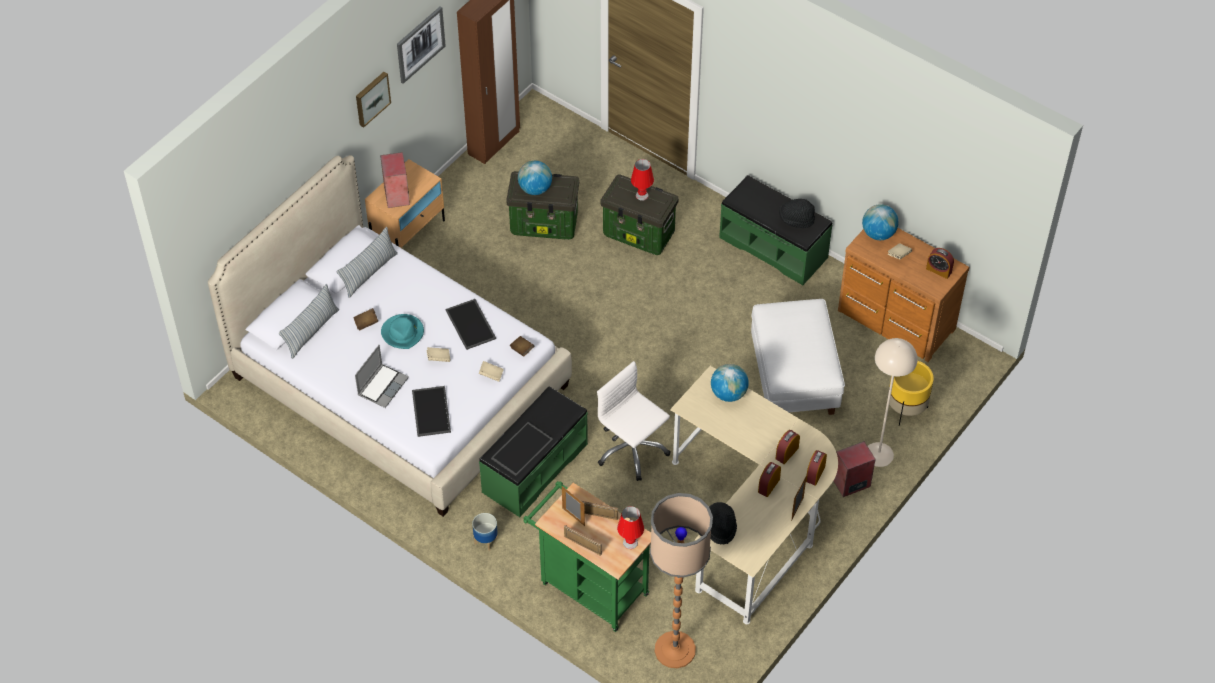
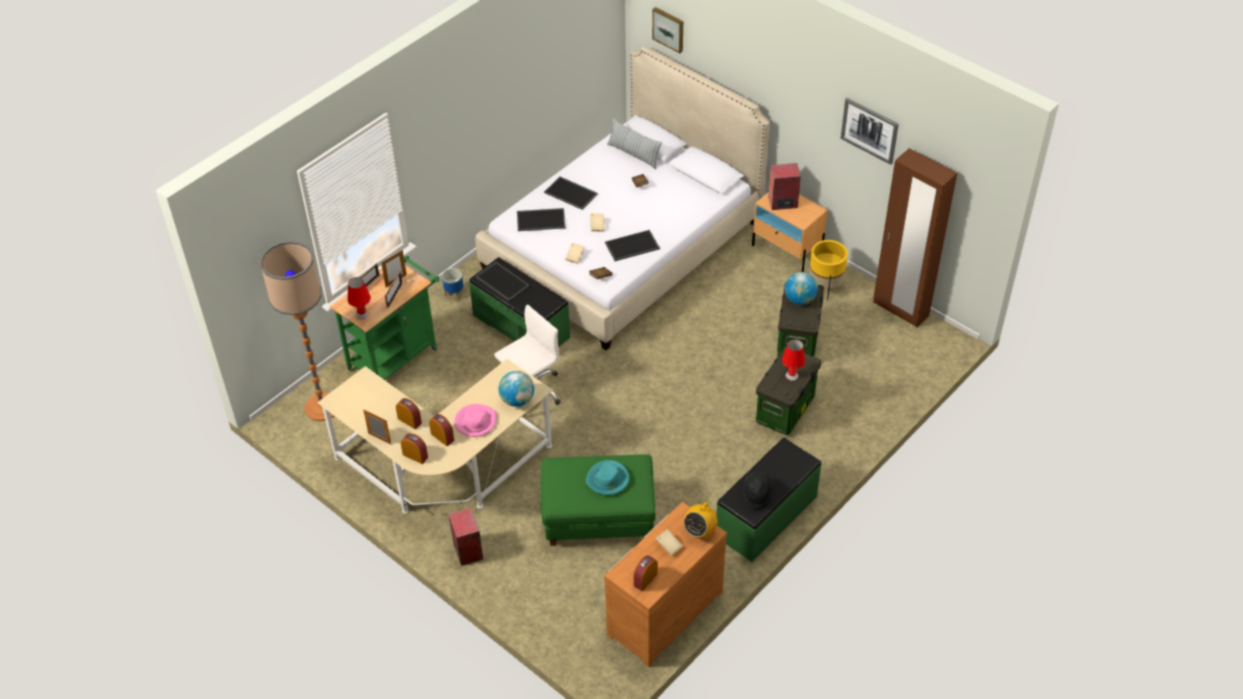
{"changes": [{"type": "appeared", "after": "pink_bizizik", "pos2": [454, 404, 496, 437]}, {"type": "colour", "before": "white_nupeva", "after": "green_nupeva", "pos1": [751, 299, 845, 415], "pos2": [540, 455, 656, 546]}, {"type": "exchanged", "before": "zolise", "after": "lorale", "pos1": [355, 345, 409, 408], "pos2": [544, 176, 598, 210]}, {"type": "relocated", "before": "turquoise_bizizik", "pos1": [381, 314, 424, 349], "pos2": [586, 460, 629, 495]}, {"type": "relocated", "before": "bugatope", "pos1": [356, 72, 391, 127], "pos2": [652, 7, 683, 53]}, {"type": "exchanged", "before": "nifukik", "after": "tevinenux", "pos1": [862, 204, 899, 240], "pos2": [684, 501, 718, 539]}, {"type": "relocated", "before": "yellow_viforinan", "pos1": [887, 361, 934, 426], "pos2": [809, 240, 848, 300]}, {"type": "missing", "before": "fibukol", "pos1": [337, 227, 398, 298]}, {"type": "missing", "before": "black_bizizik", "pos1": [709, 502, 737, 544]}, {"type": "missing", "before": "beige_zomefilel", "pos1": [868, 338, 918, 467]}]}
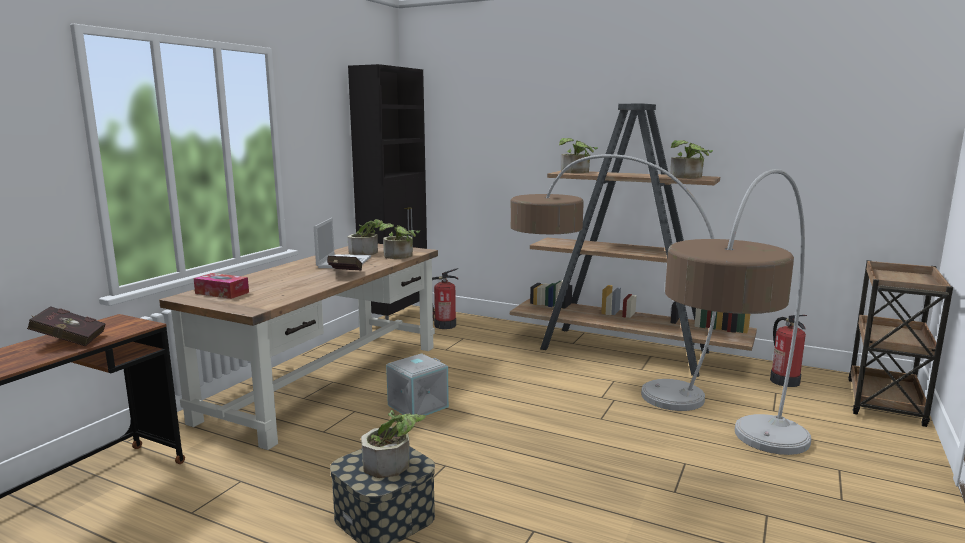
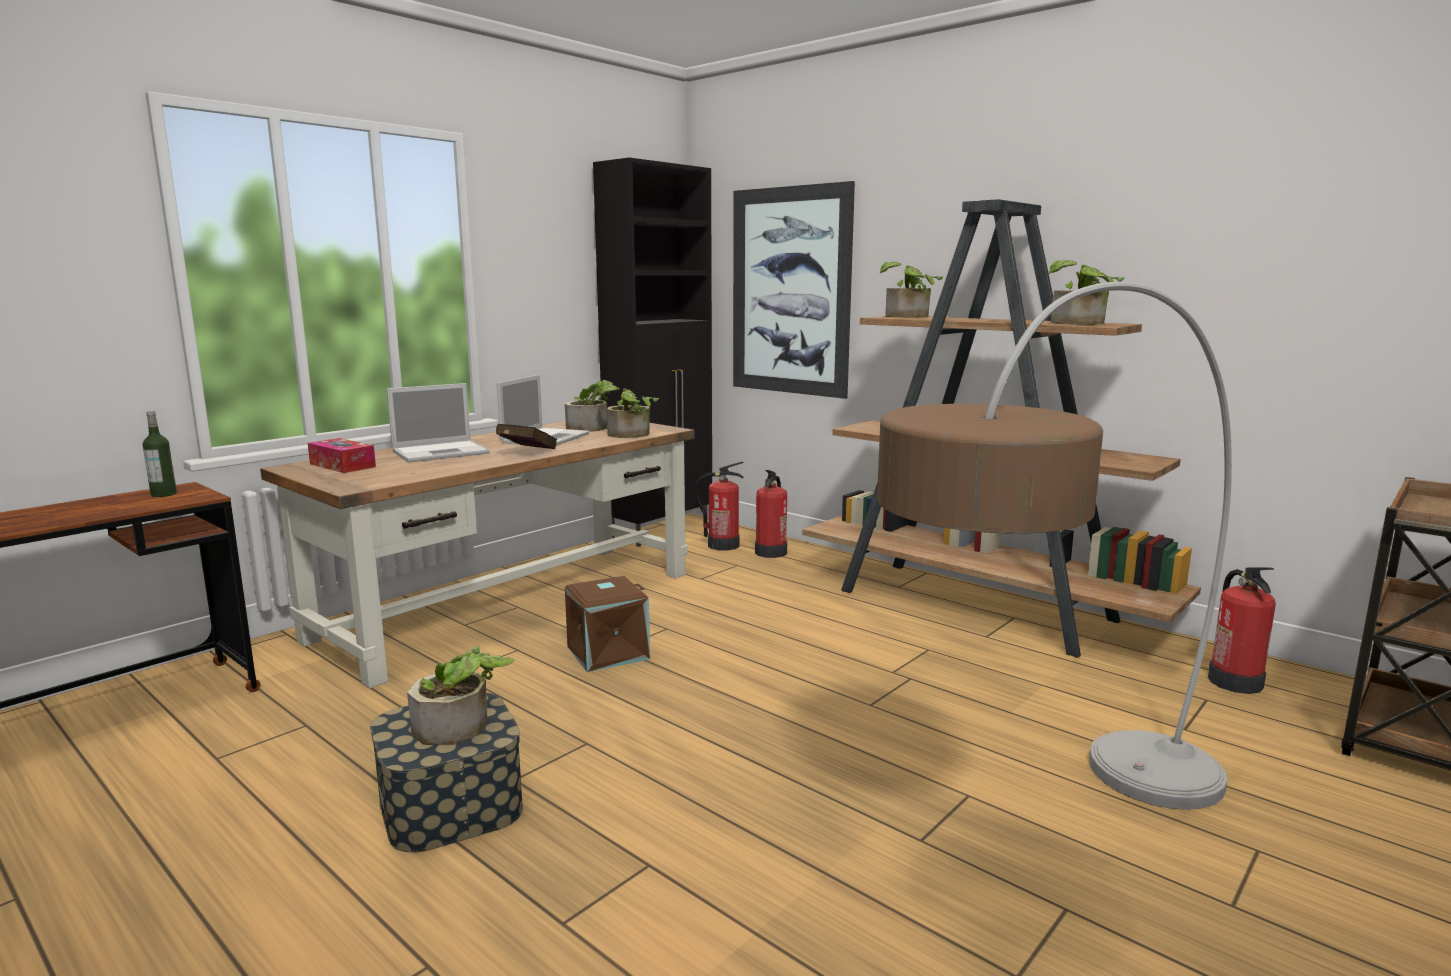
{"changes": [{"type": "appeared", "after": "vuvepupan", "pos2": [143, 411, 177, 497]}, {"type": "appeared", "after": "zolise", "pos2": [386, 383, 489, 463]}, {"type": "colour", "before": "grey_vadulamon", "after": "brown_vadulamon", "pos1": [386, 353, 449, 415], "pos2": [565, 576, 650, 672]}, {"type": "appeared", "after": "bugatope", "pos2": [733, 181, 855, 399]}, {"type": "appeared", "after": "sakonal", "pos2": [755, 470, 787, 558]}, {"type": "missing", "before": "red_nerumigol", "pos1": [27, 306, 106, 346]}, {"type": "missing", "before": "zomefilel", "pos1": [510, 154, 716, 411]}]}
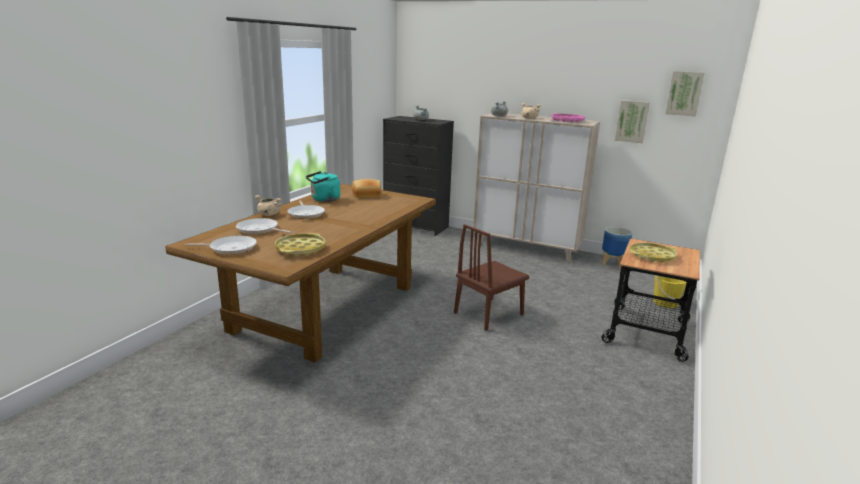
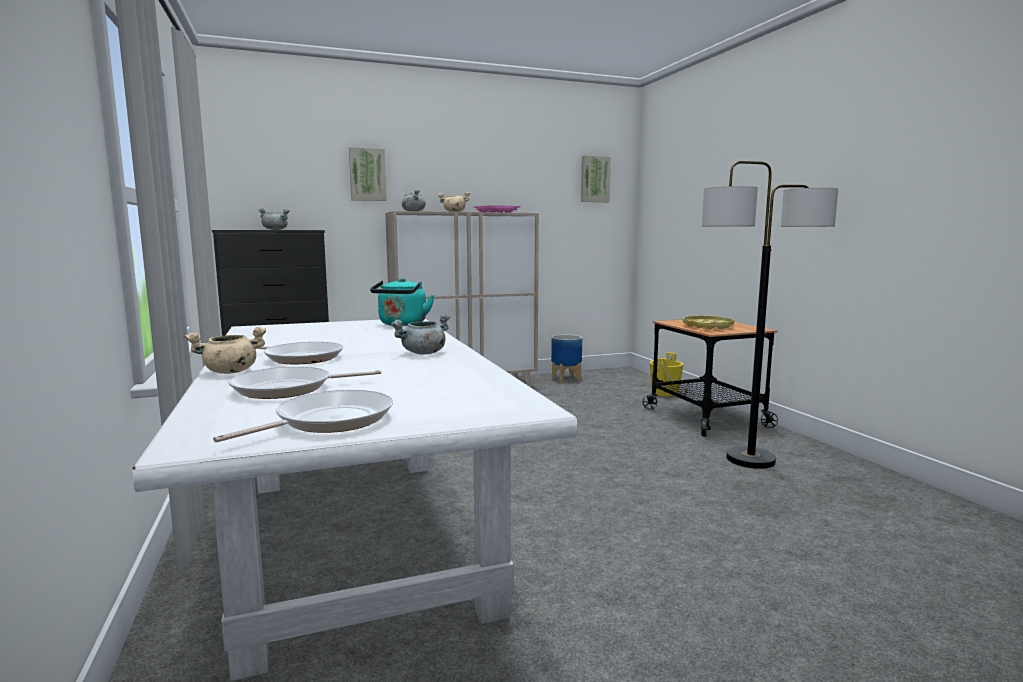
{"changes": [{"type": "colour", "before": "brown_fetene", "after": "white_fetene", "pos1": [165, 184, 436, 363], "pos2": [132, 319, 577, 681]}, {"type": "relocated", "before": "bugatope", "pos1": [615, 100, 650, 143], "pos2": [349, 147, 387, 201]}, {"type": "relocated", "before": "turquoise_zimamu", "pos1": [306, 171, 340, 202], "pos2": [370, 278, 434, 326]}, {"type": "appeared", "after": "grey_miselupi", "pos2": [390, 314, 450, 355]}, {"type": "appeared", "after": "zomefilel", "pos2": [702, 161, 838, 469]}, {"type": "missing", "before": "yellow_lorale", "pos1": [275, 233, 326, 256]}, {"type": "missing", "before": "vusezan", "pos1": [352, 179, 381, 198]}, {"type": "missing", "before": "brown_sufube", "pos1": [454, 224, 529, 331]}]}
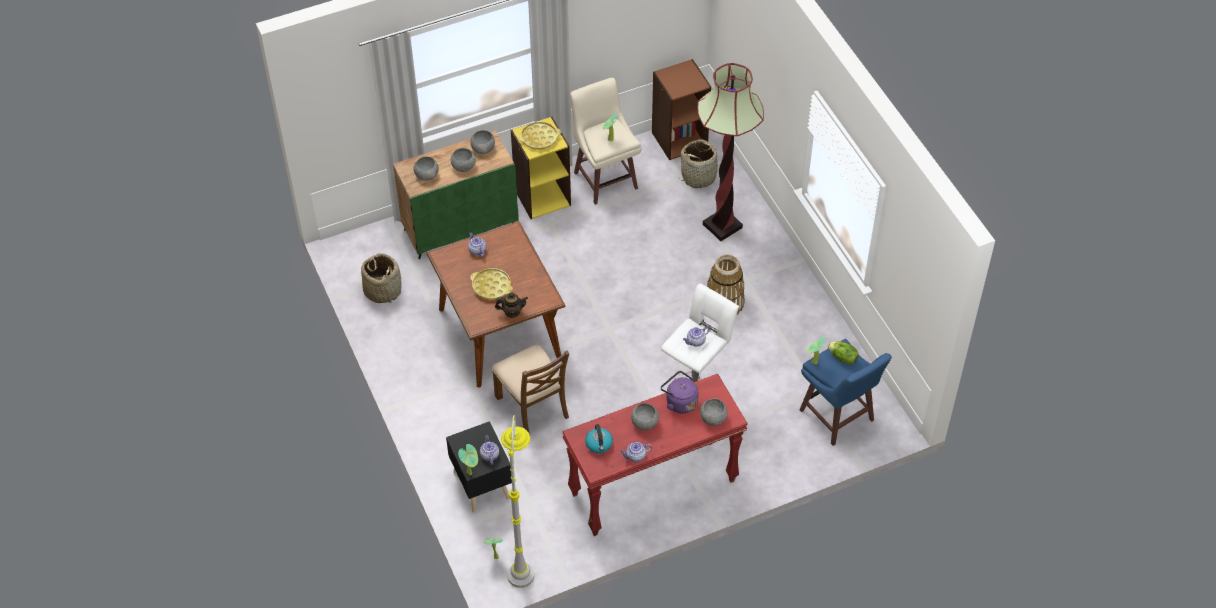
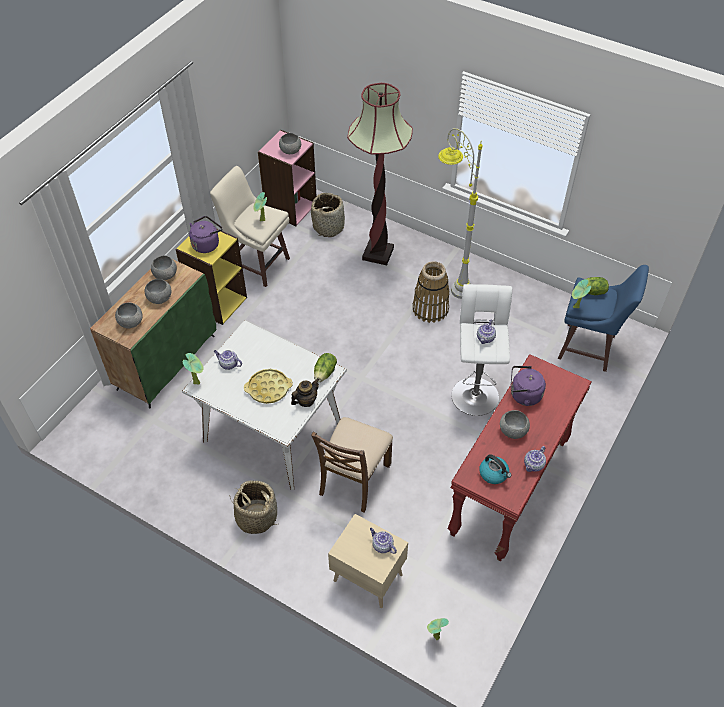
{"changes": [{"type": "colour", "before": "brown_fetene", "after": "white_fetene", "pos1": [427, 221, 565, 388], "pos2": [182, 320, 347, 490]}, {"type": "relocated", "before": "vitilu", "pos1": [458, 444, 478, 475], "pos2": [183, 353, 204, 385]}, {"type": "exchanged", "before": "yellow_lorale", "after": "purple_zimamu", "pos1": [518, 121, 561, 150], "pos2": [189, 216, 223, 253]}, {"type": "relocated", "before": "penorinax", "pos1": [361, 253, 401, 303], "pos2": [229, 480, 277, 534]}, {"type": "colour", "before": "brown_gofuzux", "after": "pink_gofuzux", "pos1": [652, 59, 711, 160], "pos2": [258, 130, 316, 226]}, {"type": "relocated", "before": "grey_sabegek", "pos1": [700, 398, 728, 426], "pos2": [279, 133, 301, 154]}, {"type": "spun", "before": "brown_sufube", "pos1": [492, 345, 569, 435], "pos2": [311, 417, 393, 513], "turn": 90}, {"type": "appeared", "after": "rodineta", "pos2": [314, 353, 337, 383]}, {"type": "colour", "before": "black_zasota", "after": "beige_zasota", "pos1": [446, 421, 512, 513], "pos2": [328, 514, 408, 608]}, {"type": "relocated", "before": "grey_zomefilel", "pos1": [501, 415, 534, 588], "pos2": [438, 128, 483, 299]}]}
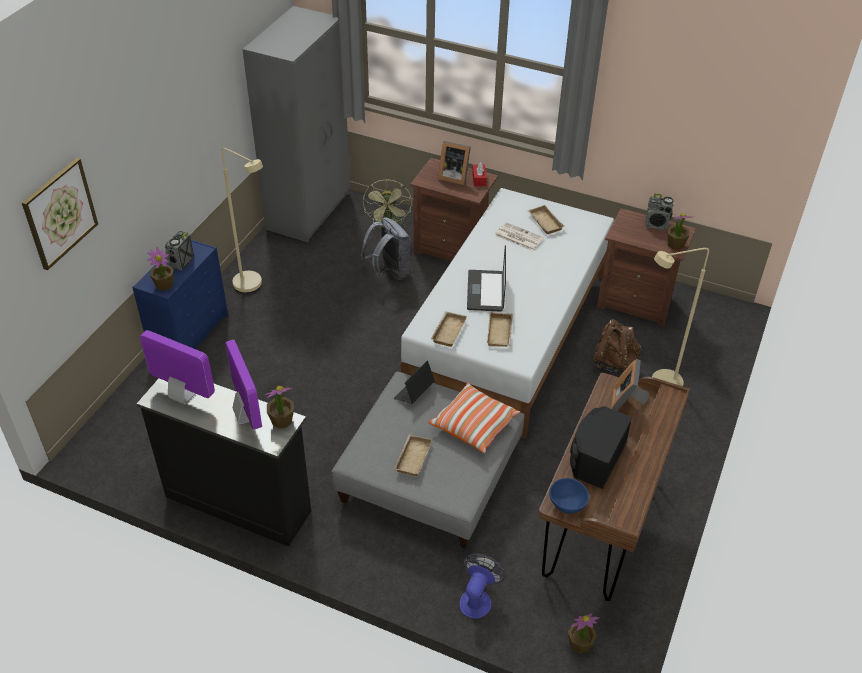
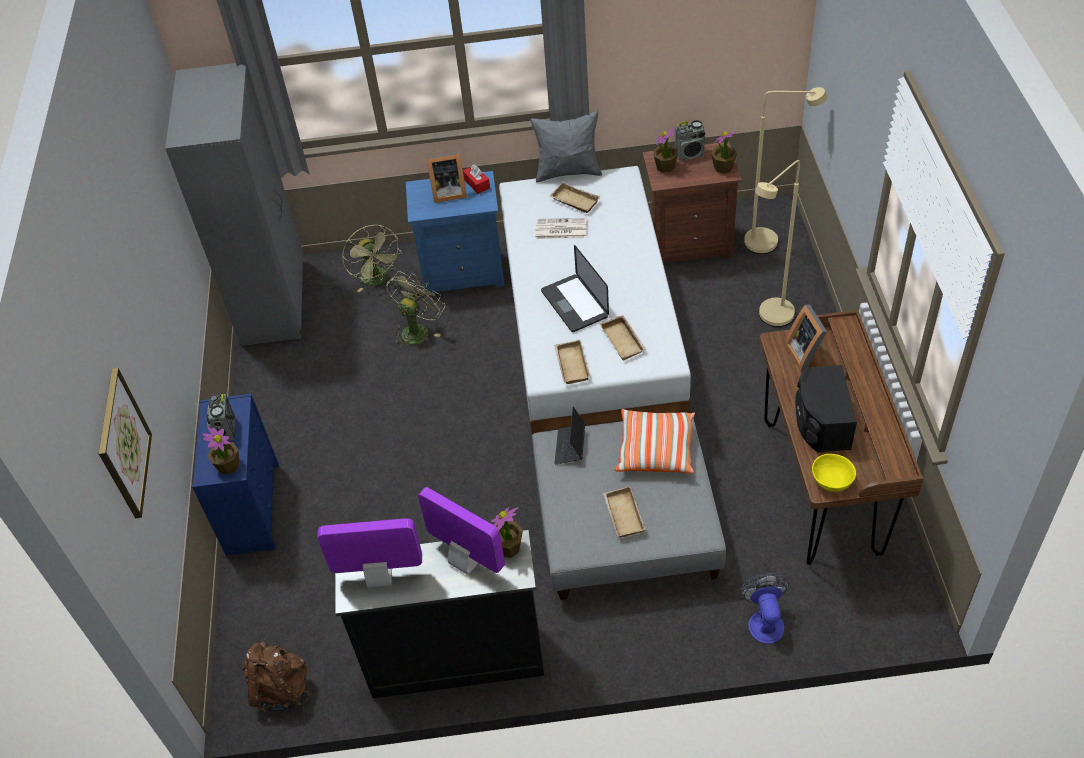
{"changes": [{"type": "relocated", "before": "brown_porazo", "pos1": [592, 319, 641, 374], "pos2": [243, 640, 309, 712]}, {"type": "exchanged", "before": "grey_porazo", "after": "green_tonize", "pos1": [361, 217, 411, 280], "pos2": [386, 271, 445, 347]}, {"type": "colour", "before": "brown_zasota", "after": "blue_zasota", "pos1": [410, 158, 498, 261], "pos2": [406, 171, 505, 294]}, {"type": "appeared", "after": "grey_fibukol", "pos2": [530, 111, 602, 183]}, {"type": "relocated", "before": "vitilu", "pos1": [568, 613, 600, 654], "pos2": [653, 128, 678, 173]}, {"type": "relocated", "before": "beige_zomefilel", "pos1": [221, 148, 263, 293], "pos2": [744, 87, 827, 254]}, {"type": "colour", "before": "blue_sabegek", "after": "yellow_sabegek", "pos1": [549, 478, 589, 514], "pos2": [812, 454, 856, 492]}]}
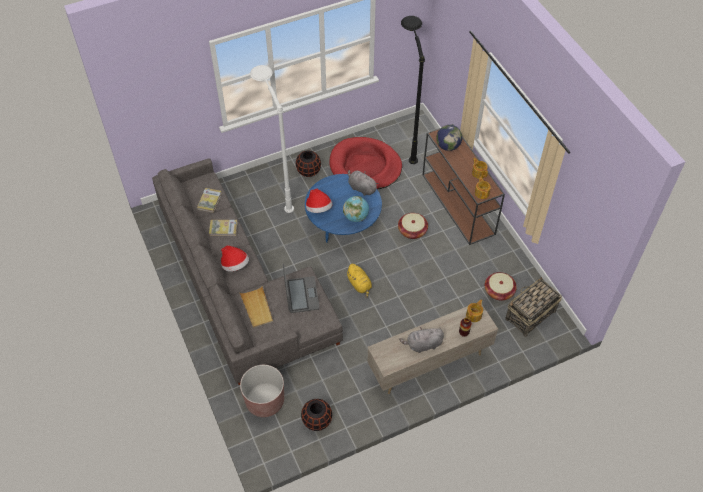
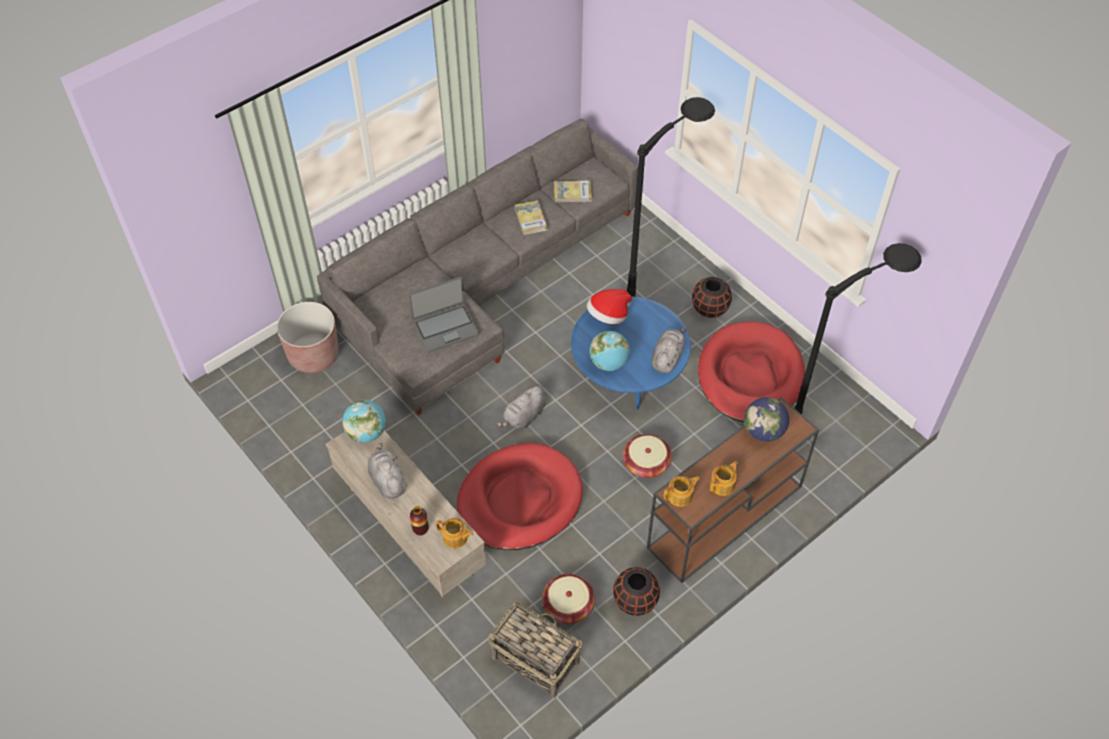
{"changes": [{"type": "appeared", "after": "nifukik", "pos2": [342, 400, 386, 443]}, {"type": "appeared", "after": "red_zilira", "pos2": [457, 443, 583, 550]}, {"type": "colour", "before": "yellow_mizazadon", "after": "grey_mizazadon", "pos1": [346, 264, 372, 298], "pos2": [495, 385, 546, 429]}, {"type": "relocated", "before": "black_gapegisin", "pos1": [301, 399, 332, 431], "pos2": [613, 567, 660, 616]}, {"type": "colour", "before": "white_zomefilel", "after": "black_zomefilel", "pos1": [250, 65, 294, 213], "pos2": [627, 97, 715, 297]}, {"type": "missing", "before": "bizizik", "pos1": [221, 245, 249, 272]}, {"type": "missing", "before": "beige_lorale", "pos1": [240, 286, 273, 328]}]}
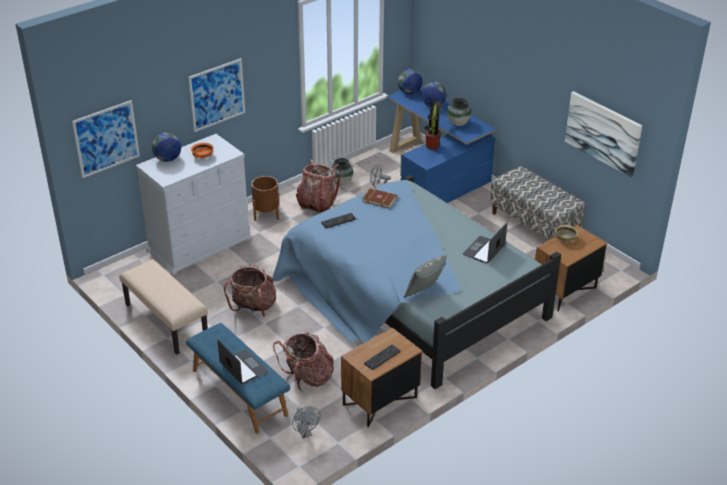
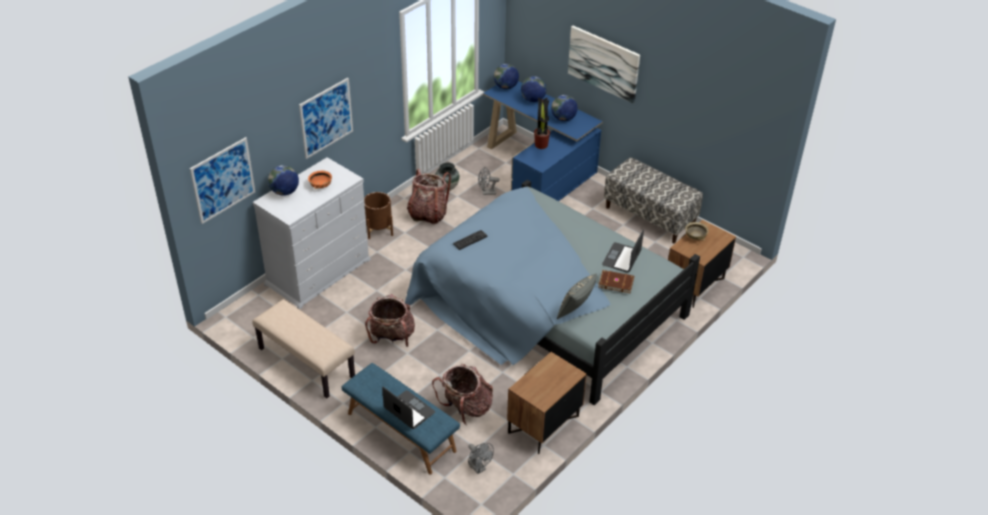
{"changes": [{"type": "exchanged", "before": "gapegisin", "after": "nifukik", "pos1": [447, 98, 472, 126], "pos2": [551, 95, 578, 121]}, {"type": "relocated", "before": "bugatope", "pos1": [565, 91, 642, 177], "pos2": [568, 26, 640, 103]}, {"type": "relocated", "before": "brown_nerumigol", "pos1": [362, 188, 397, 208], "pos2": [598, 270, 634, 293]}, {"type": "missing", "before": "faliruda", "pos1": [364, 345, 401, 370]}]}
